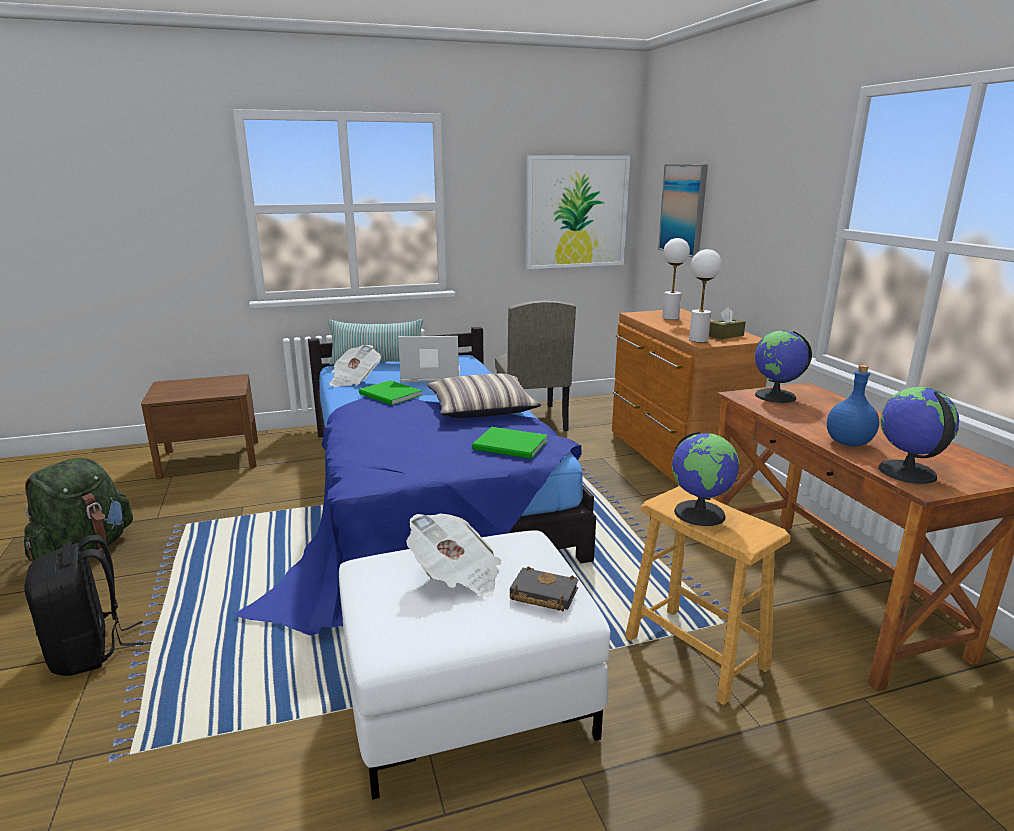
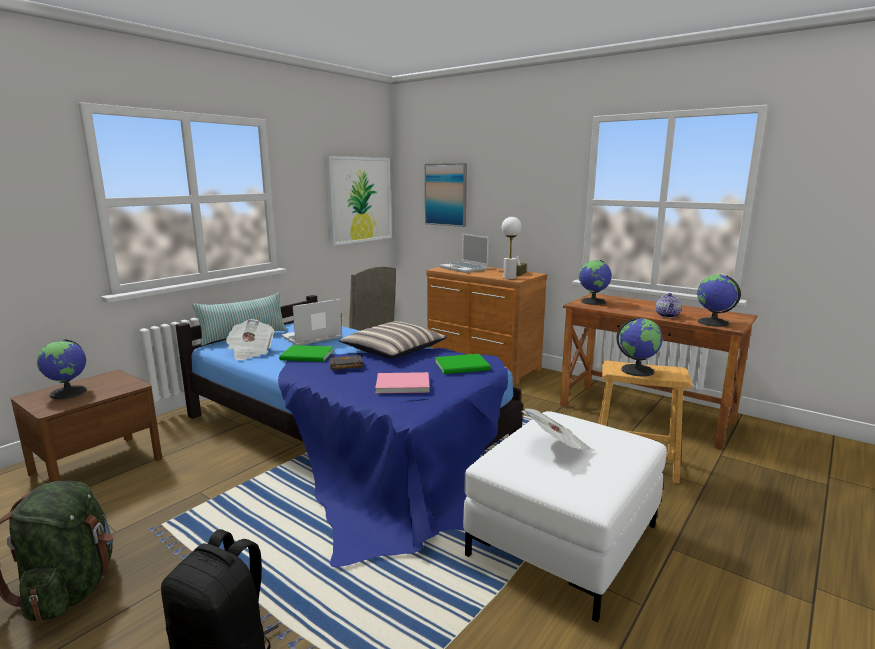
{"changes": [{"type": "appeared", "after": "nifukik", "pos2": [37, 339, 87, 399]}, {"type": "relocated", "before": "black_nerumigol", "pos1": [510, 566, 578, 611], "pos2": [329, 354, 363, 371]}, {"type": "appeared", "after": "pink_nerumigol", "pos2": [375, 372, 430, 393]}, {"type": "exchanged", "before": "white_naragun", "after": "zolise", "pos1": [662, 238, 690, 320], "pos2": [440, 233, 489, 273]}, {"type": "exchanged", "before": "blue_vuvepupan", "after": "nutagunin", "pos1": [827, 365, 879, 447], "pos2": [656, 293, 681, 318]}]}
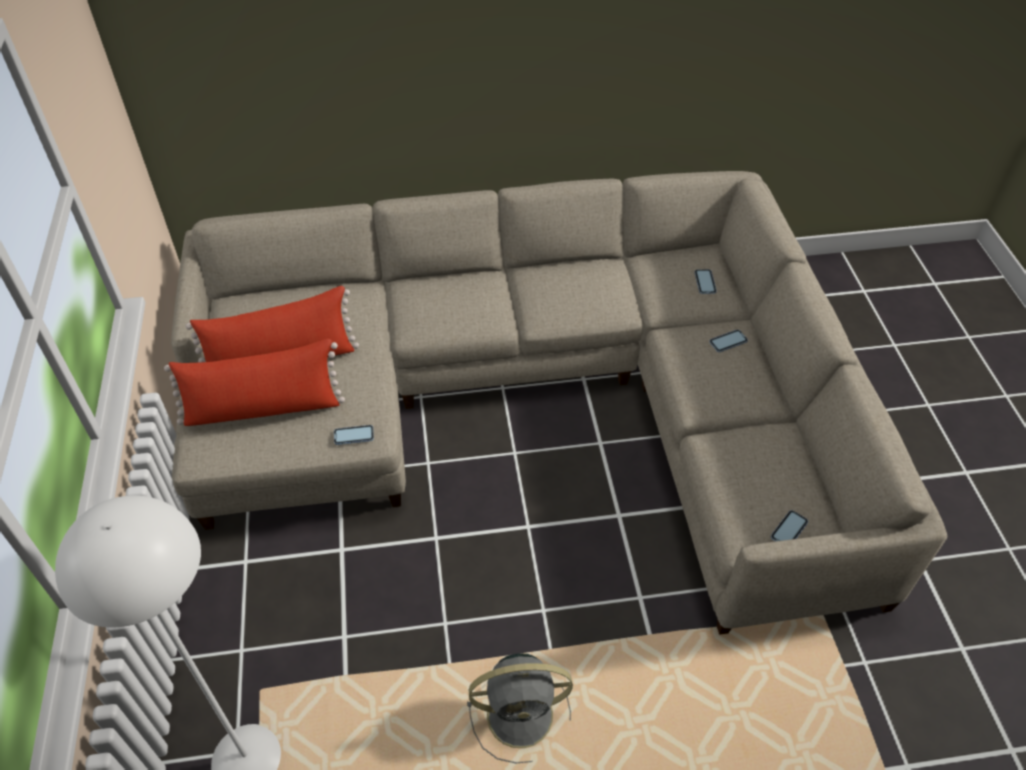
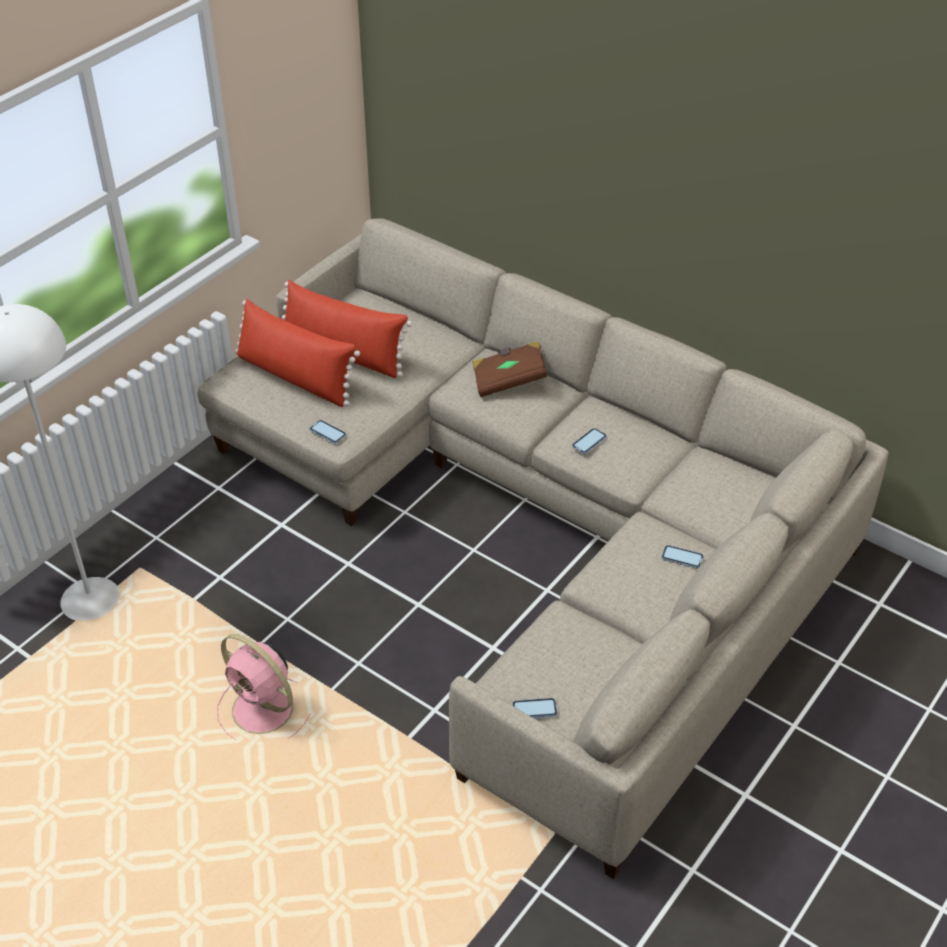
{"changes": [{"type": "colour", "before": "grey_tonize", "after": "pink_tonize", "pos1": [467, 654, 573, 763], "pos2": [217, 634, 311, 740]}, {"type": "appeared", "after": "brown_nerumigol", "pos2": [472, 342, 547, 397]}, {"type": "relocated", "before": "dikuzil", "pos1": [694, 269, 717, 294], "pos2": [572, 428, 607, 454]}]}
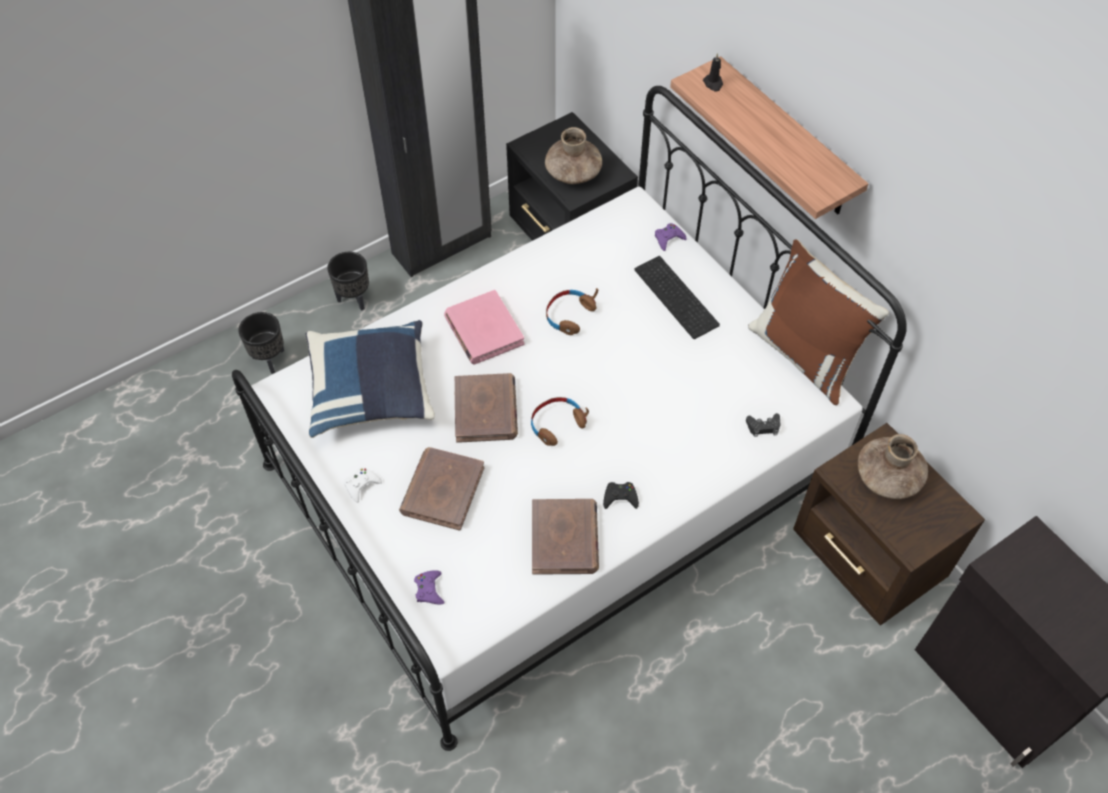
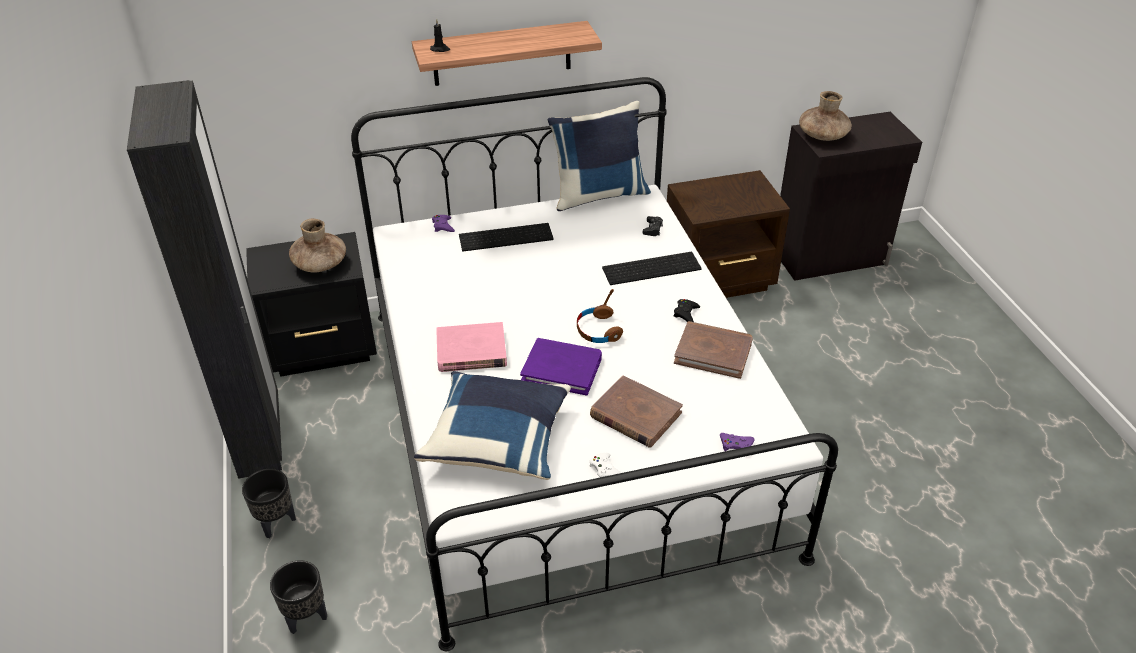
{"changes": [{"type": "colour", "before": "brown_nerumigol", "after": "purple_nerumigol", "pos1": [454, 373, 518, 443], "pos2": [520, 338, 602, 396]}, {"type": "colour", "before": "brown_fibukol", "after": "blue_fibukol", "pos1": [748, 239, 889, 405], "pos2": [548, 101, 651, 211]}, {"type": "appeared", "after": "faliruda", "pos2": [602, 252, 702, 285]}, {"type": "relocated", "before": "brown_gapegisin", "pos1": [858, 434, 928, 499], "pos2": [799, 91, 852, 141]}, {"type": "missing", "before": "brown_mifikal", "pos1": [546, 288, 599, 335]}]}
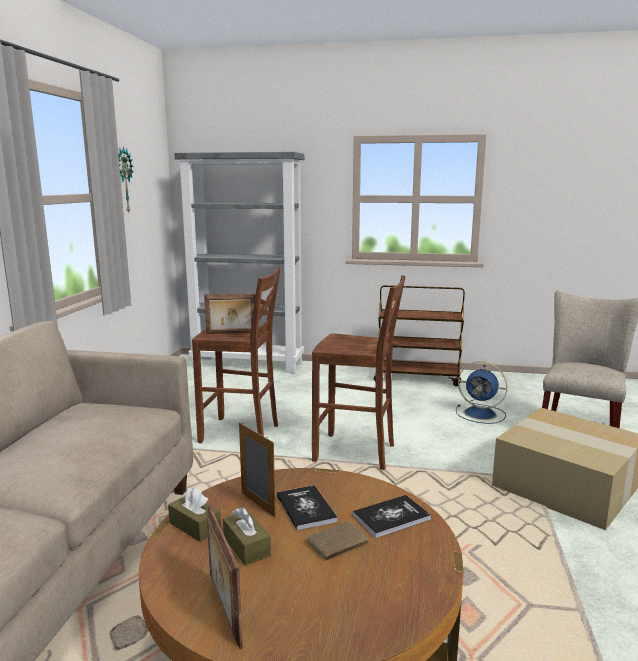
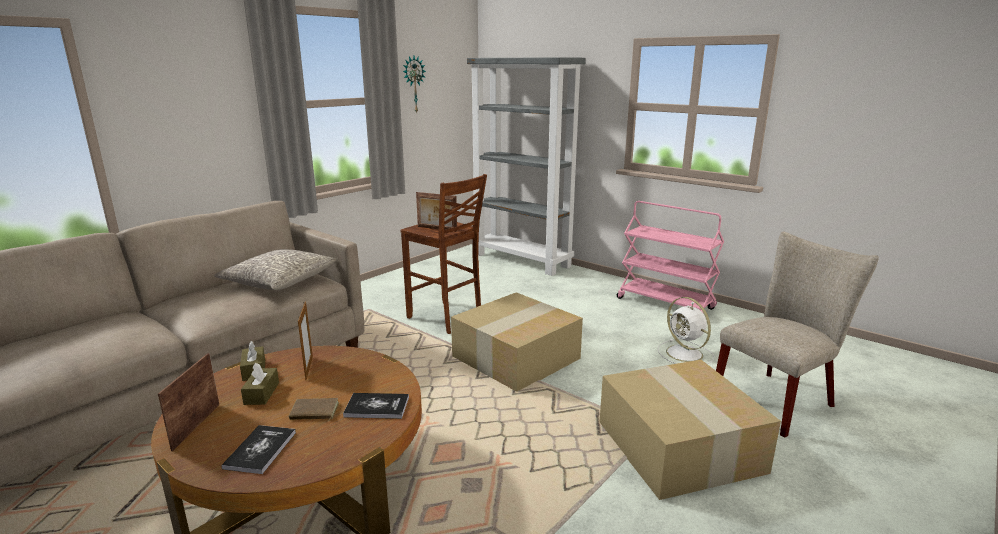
{"changes": [{"type": "appeared", "after": "grey_fibukol", "pos2": [214, 249, 337, 290]}, {"type": "relocated", "before": "nerumigol", "pos1": [277, 485, 338, 531], "pos2": [221, 425, 296, 474]}, {"type": "exchanged", "before": "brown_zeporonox", "after": "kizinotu", "pos1": [312, 275, 405, 470], "pos2": [451, 292, 583, 392]}, {"type": "colour", "before": "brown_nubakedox", "after": "pink_nubakedox", "pos1": [374, 285, 465, 386], "pos2": [617, 201, 724, 314]}, {"type": "colour", "before": "blue_tonize", "after": "white_tonize", "pos1": [456, 361, 507, 424], "pos2": [658, 297, 714, 364]}]}
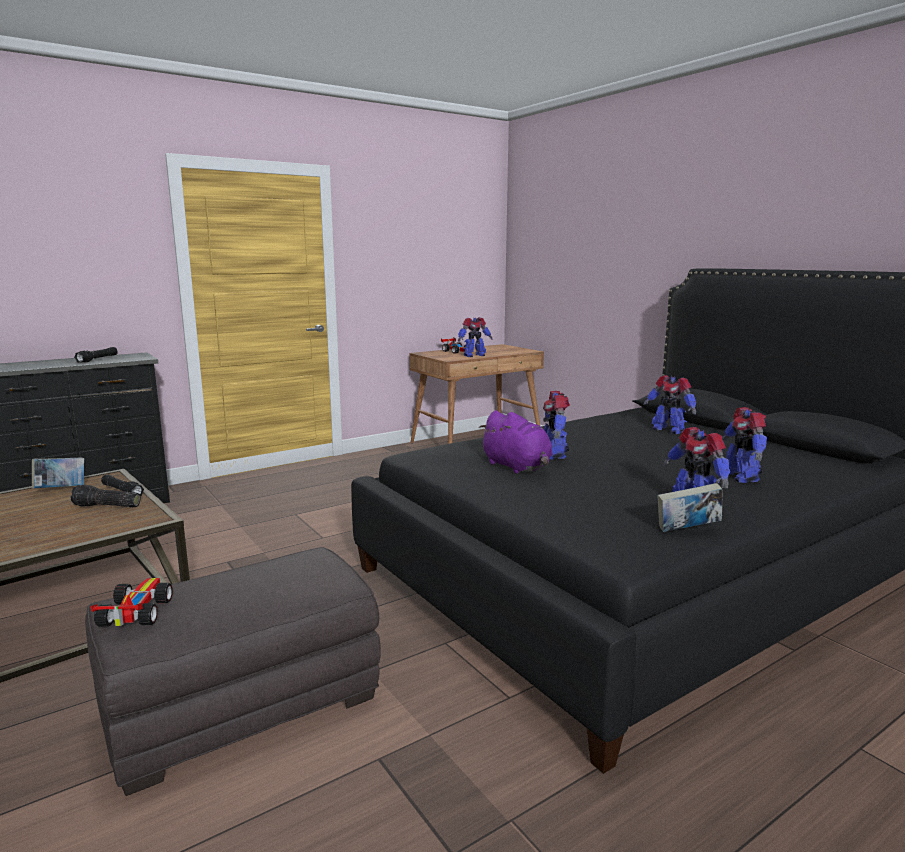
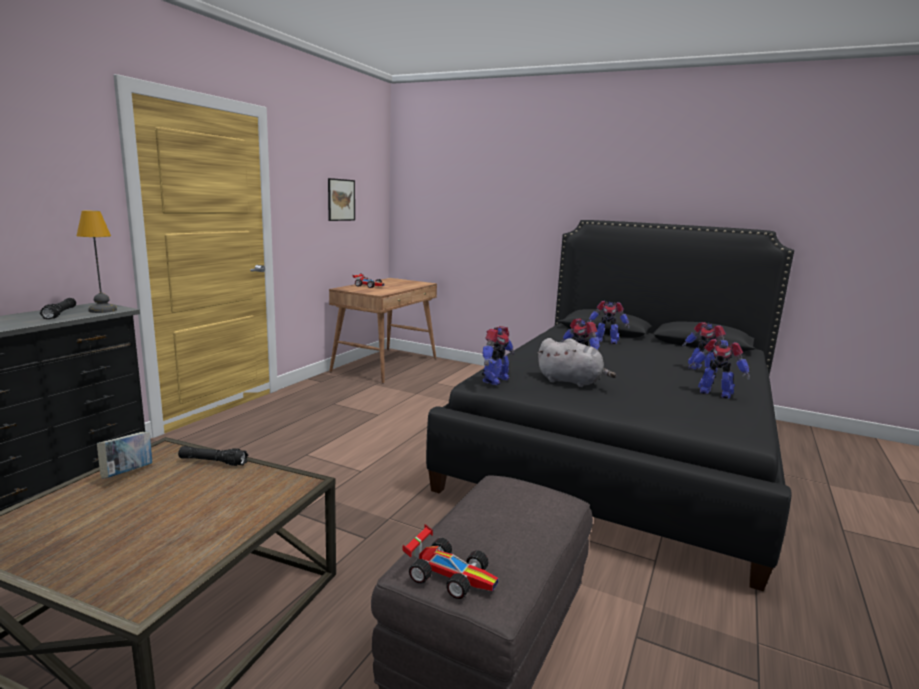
{"changes": [{"type": "appeared", "after": "naragun", "pos2": [77, 211, 117, 313]}, {"type": "appeared", "after": "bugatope", "pos2": [328, 178, 355, 221]}, {"type": "spun", "before": "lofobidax", "pos1": [91, 578, 173, 626], "pos2": [403, 524, 498, 599], "turn": 150}, {"type": "relocated", "before": "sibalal", "pos1": [458, 317, 493, 357], "pos2": [482, 326, 514, 385]}, {"type": "colour", "before": "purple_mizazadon", "after": "grey_mizazadon", "pos1": [479, 410, 553, 474], "pos2": [538, 338, 616, 387]}, {"type": "missing", "before": "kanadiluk", "pos1": [71, 484, 140, 508]}, {"type": "missing", "before": "nerumigol", "pos1": [657, 483, 722, 532]}]}
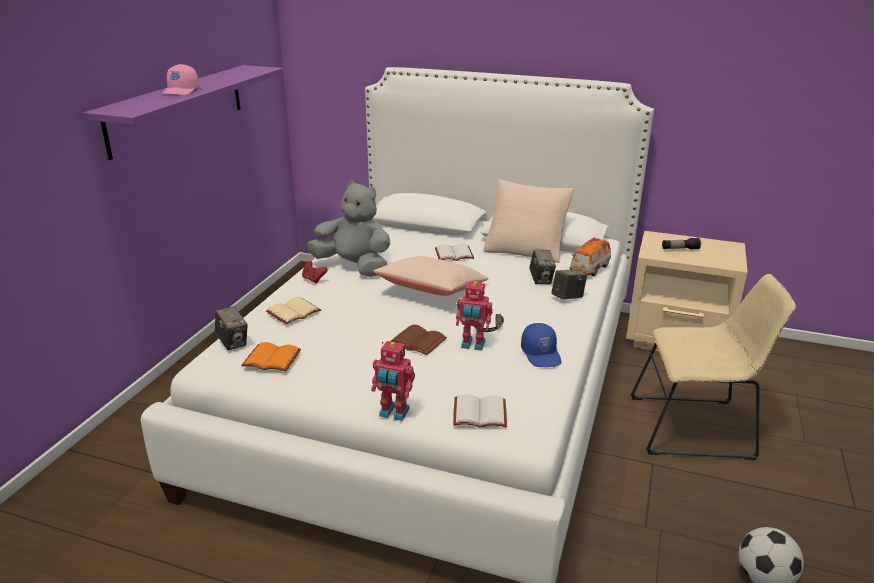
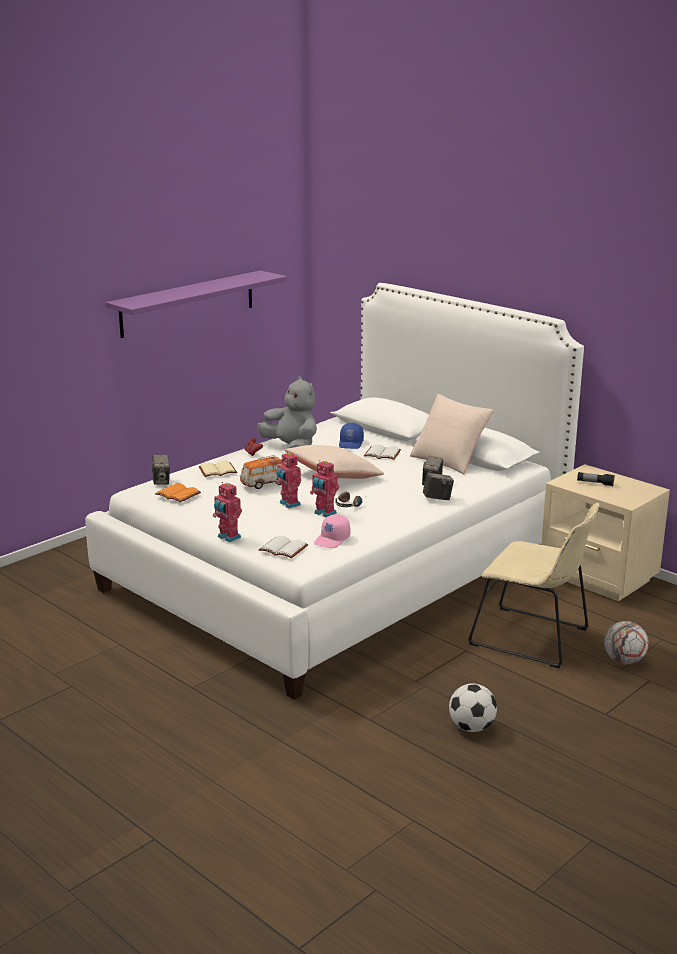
{"changes": [{"type": "relocated", "before": "lofobidax", "pos1": [570, 237, 611, 276], "pos2": [240, 455, 282, 489]}, {"type": "exchanged", "before": "brown_nerumigol", "after": "sibalal", "pos1": [390, 325, 447, 356], "pos2": [276, 451, 301, 508]}, {"type": "relocated", "before": "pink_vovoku", "pos1": [162, 64, 199, 95], "pos2": [314, 514, 350, 548]}, {"type": "relocated", "before": "blue_vovoku", "pos1": [521, 323, 562, 367], "pos2": [339, 423, 364, 449]}, {"type": "appeared", "after": "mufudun", "pos2": [604, 621, 649, 665]}]}
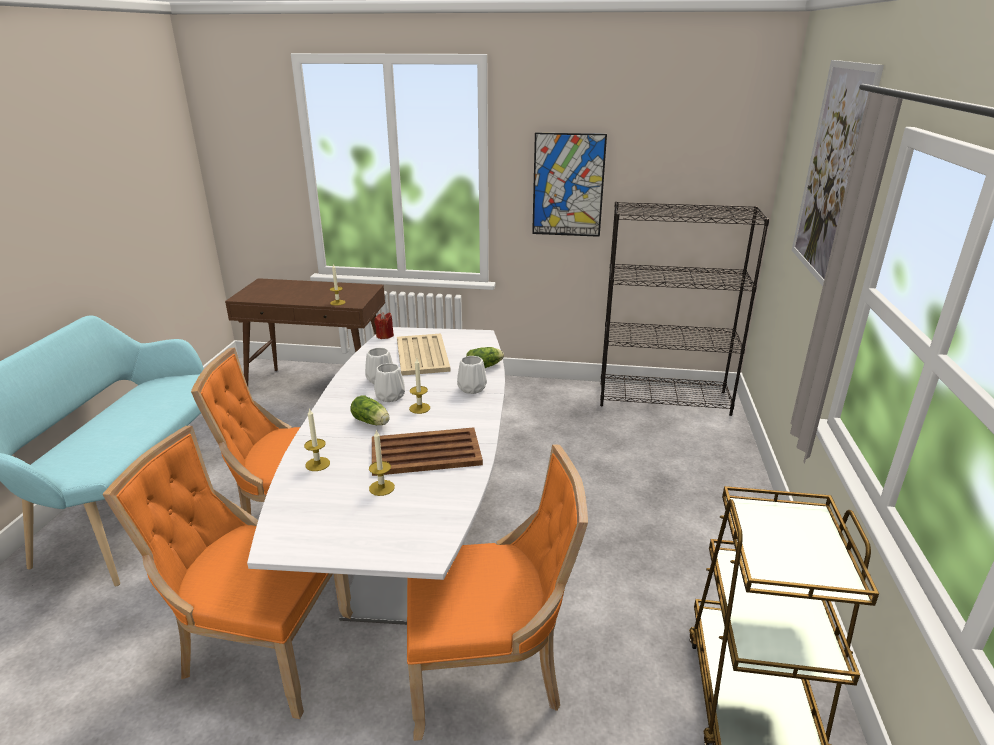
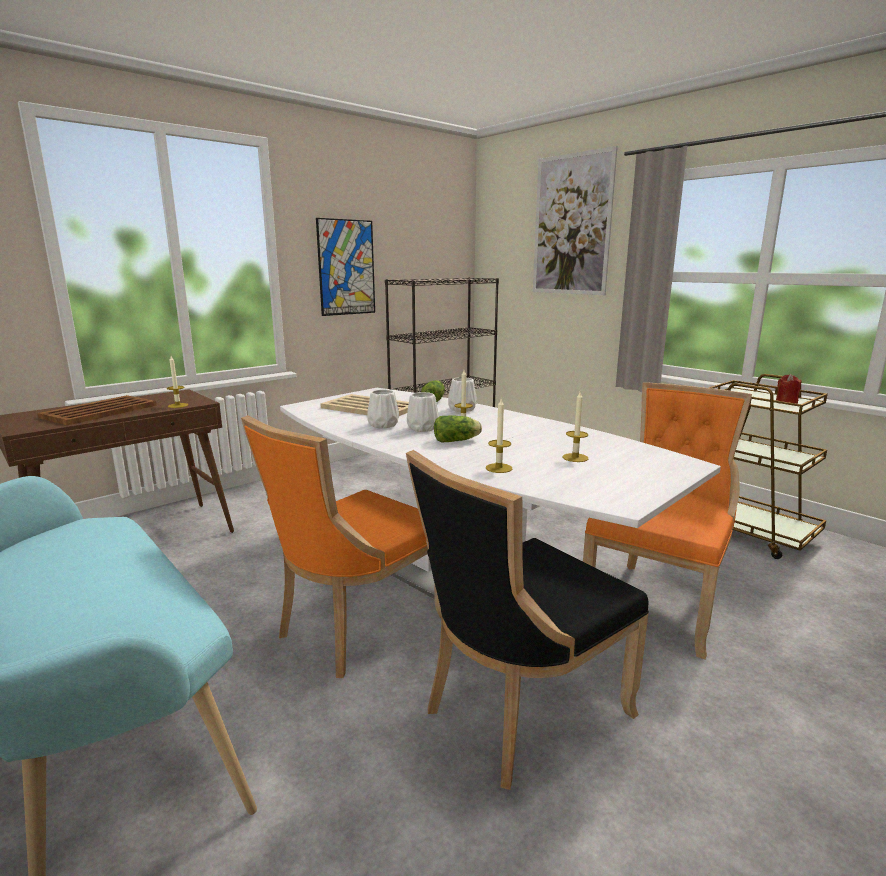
{"changes": [{"type": "relocated", "before": "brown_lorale", "pos1": [372, 427, 483, 476], "pos2": [38, 395, 157, 425]}, {"type": "colour", "before": "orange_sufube", "after": "black_sufube", "pos1": [102, 426, 353, 719], "pos2": [406, 450, 649, 790]}, {"type": "relocated", "before": "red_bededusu", "pos1": [374, 312, 394, 339], "pos2": [776, 374, 801, 404]}]}
